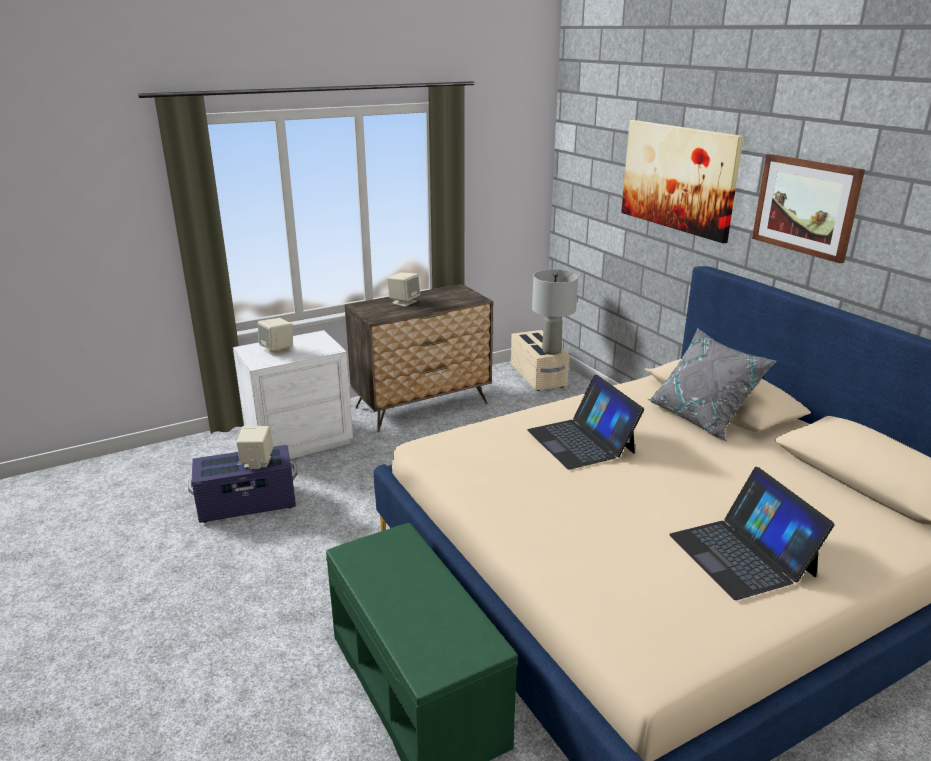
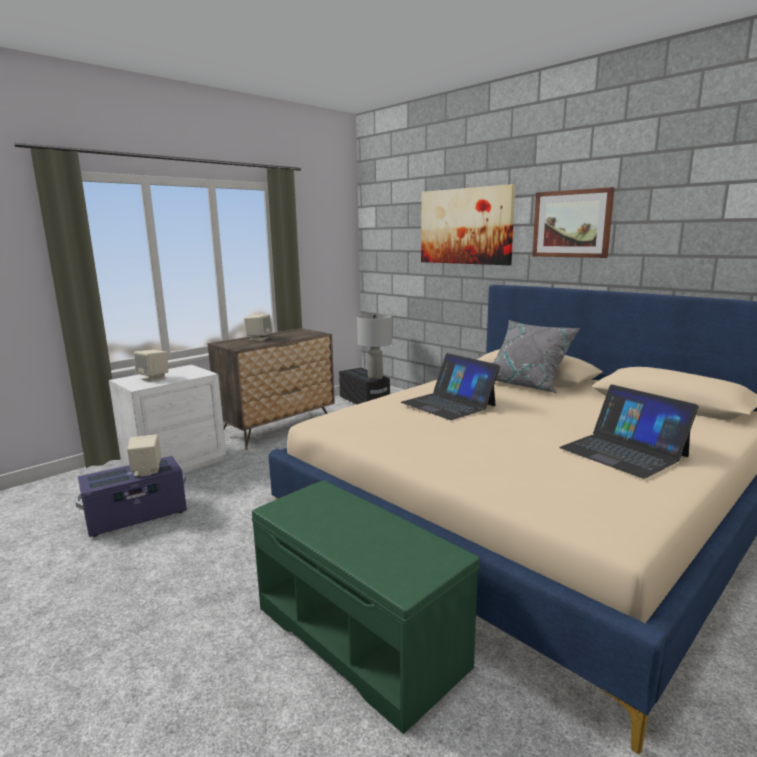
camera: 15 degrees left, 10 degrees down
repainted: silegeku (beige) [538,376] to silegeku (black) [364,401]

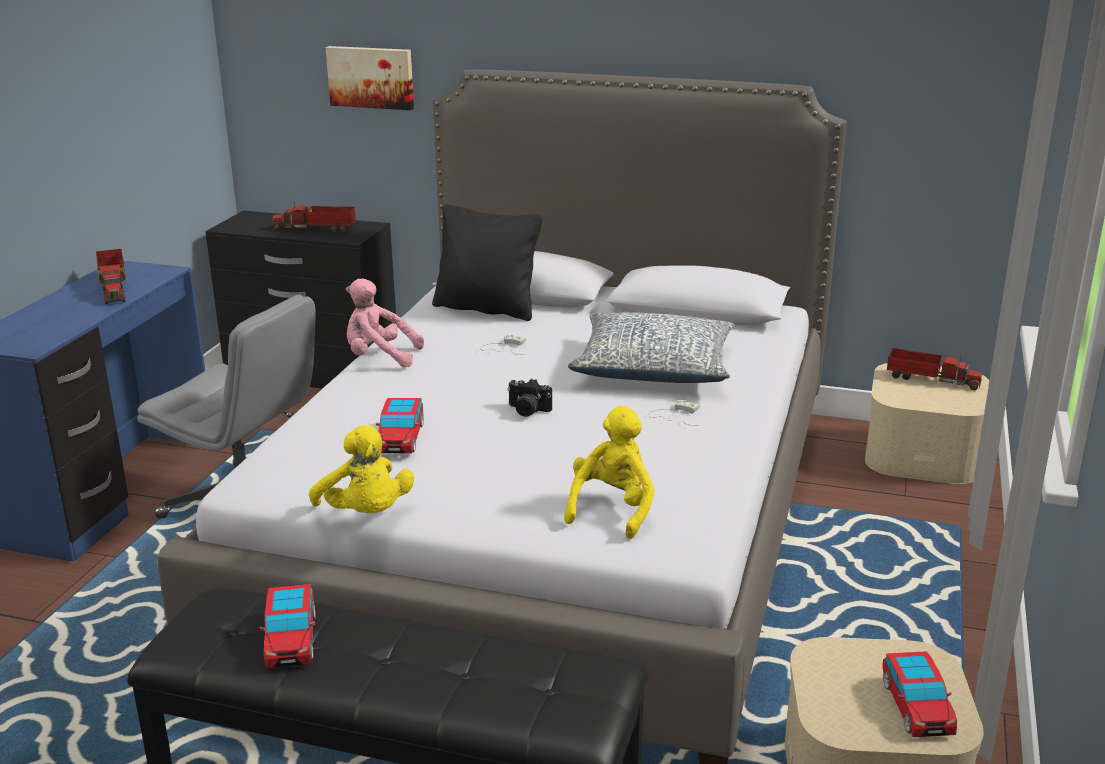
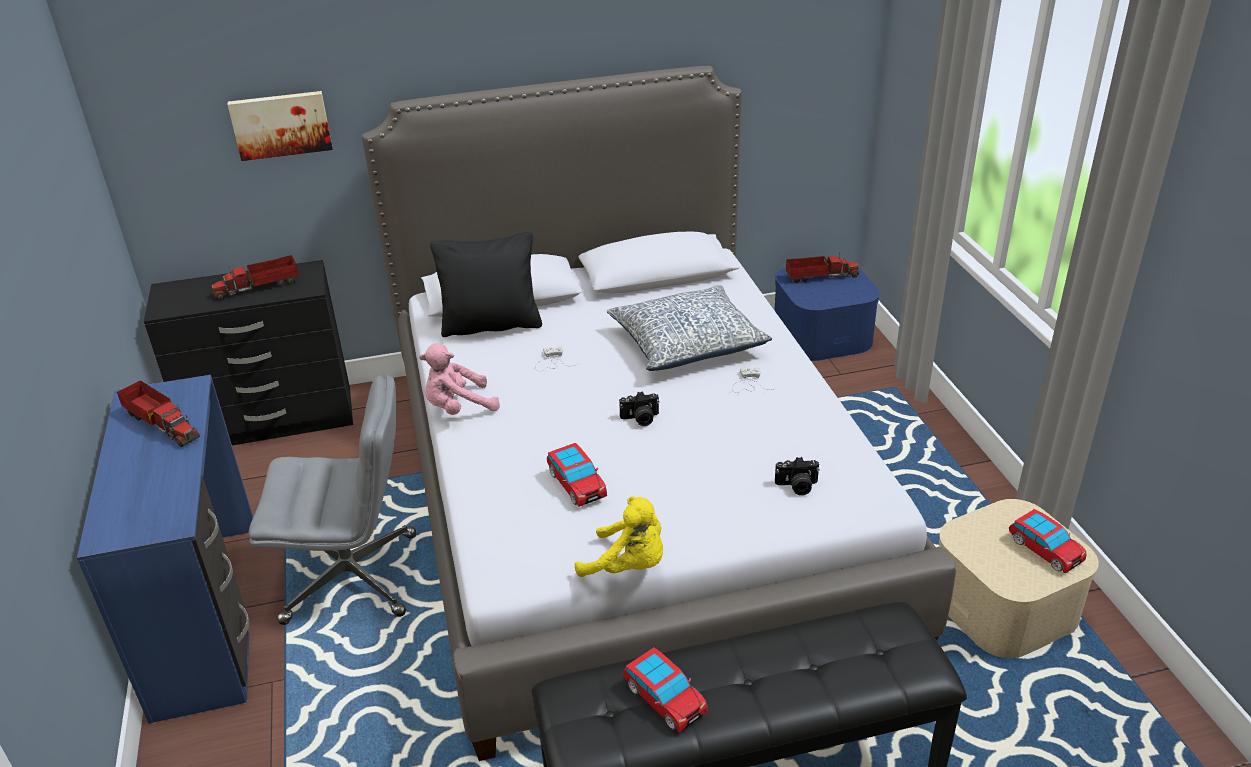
camera: 30 degrees left, 10 degrees up
swapped: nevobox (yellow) [612,509] to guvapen [797,486]
repainted: silegeku (beige) [922,453] to silegeku (blue) [822,334]

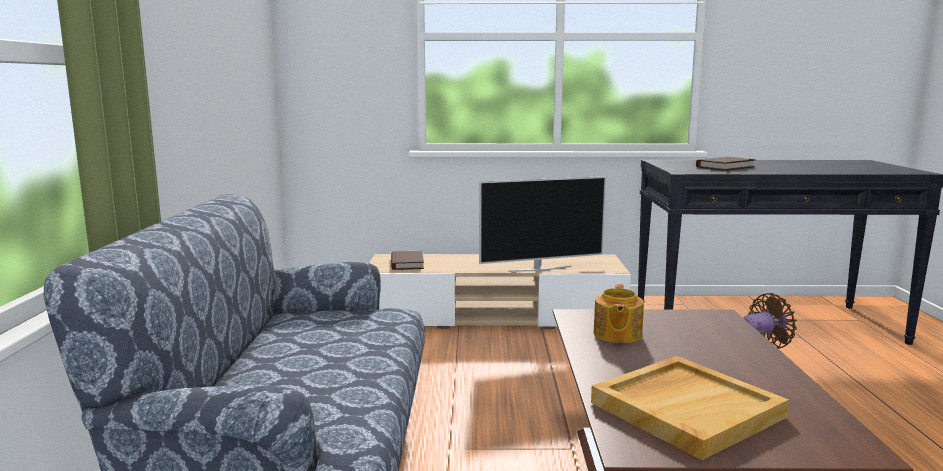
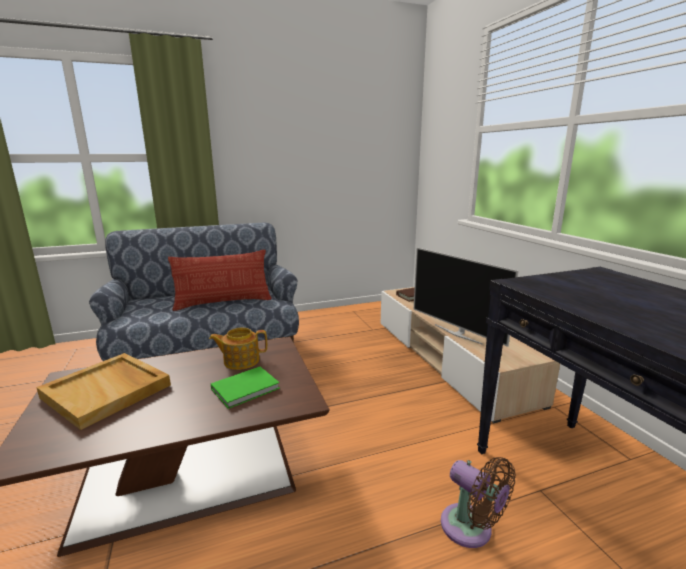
camera: 70 degrees right, 5 degrees up
gone: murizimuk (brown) [725,167]
new: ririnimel [223,302]; murizimuk (green) [247,389]

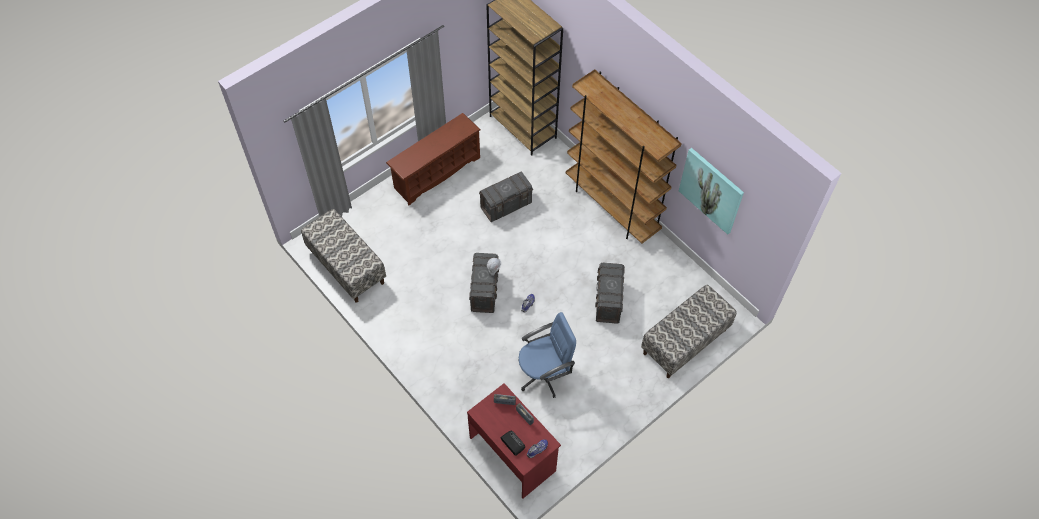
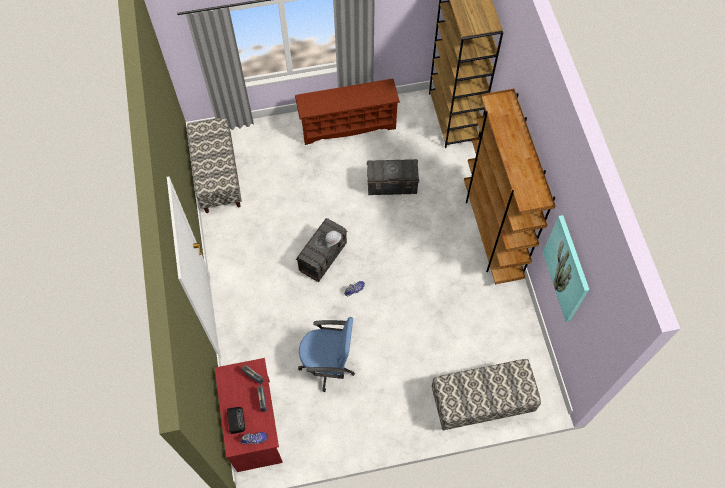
camera: 30 degrees right, 5 degrees up
gone: silegeku (grey) [608,301]

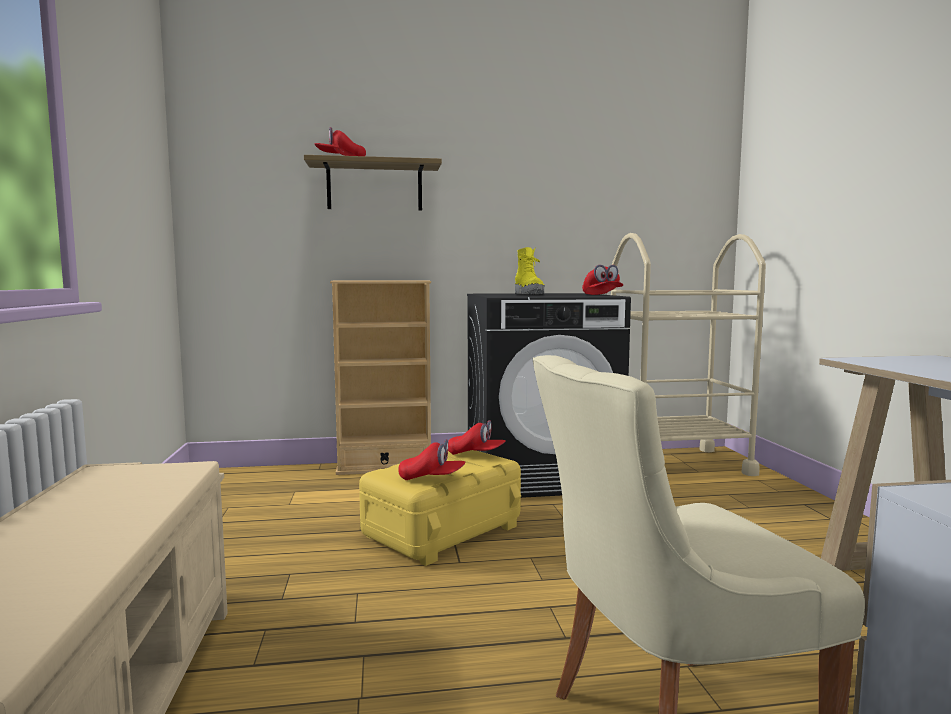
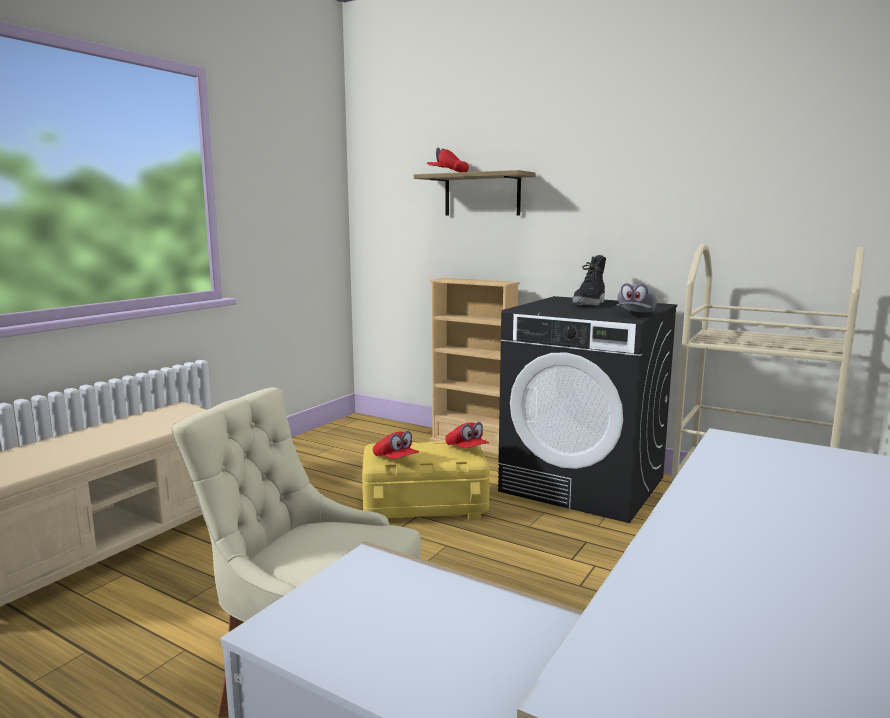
camera: 40 degrees right, 5 degrees up
repainted: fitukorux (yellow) [529,294] to fitukorux (black) [590,304]; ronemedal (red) [602,295] to ronemedal (grey) [635,315]

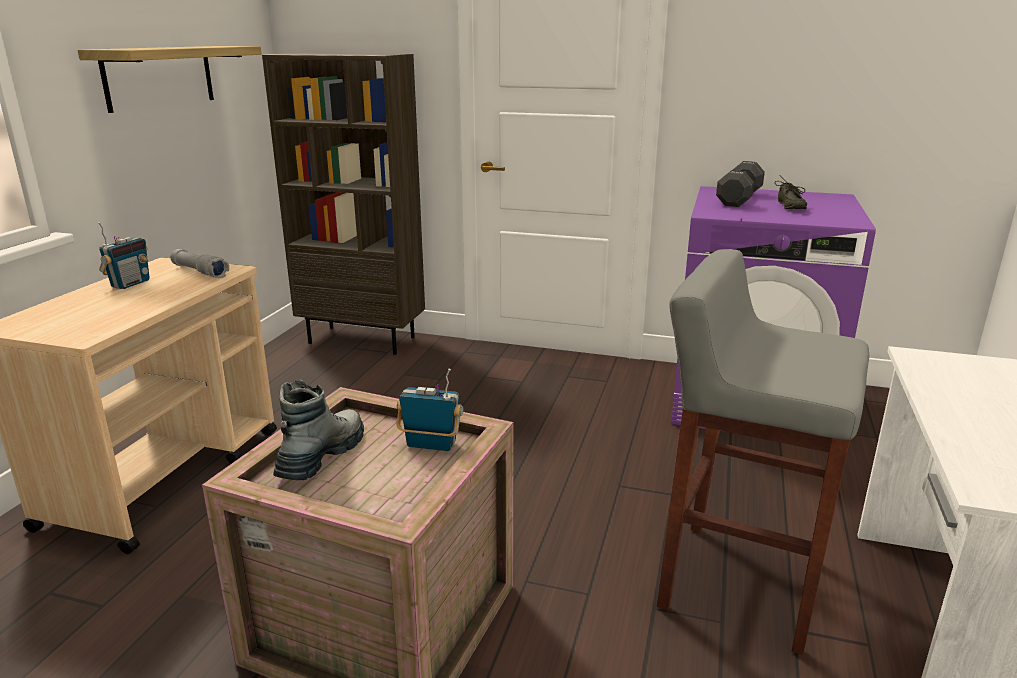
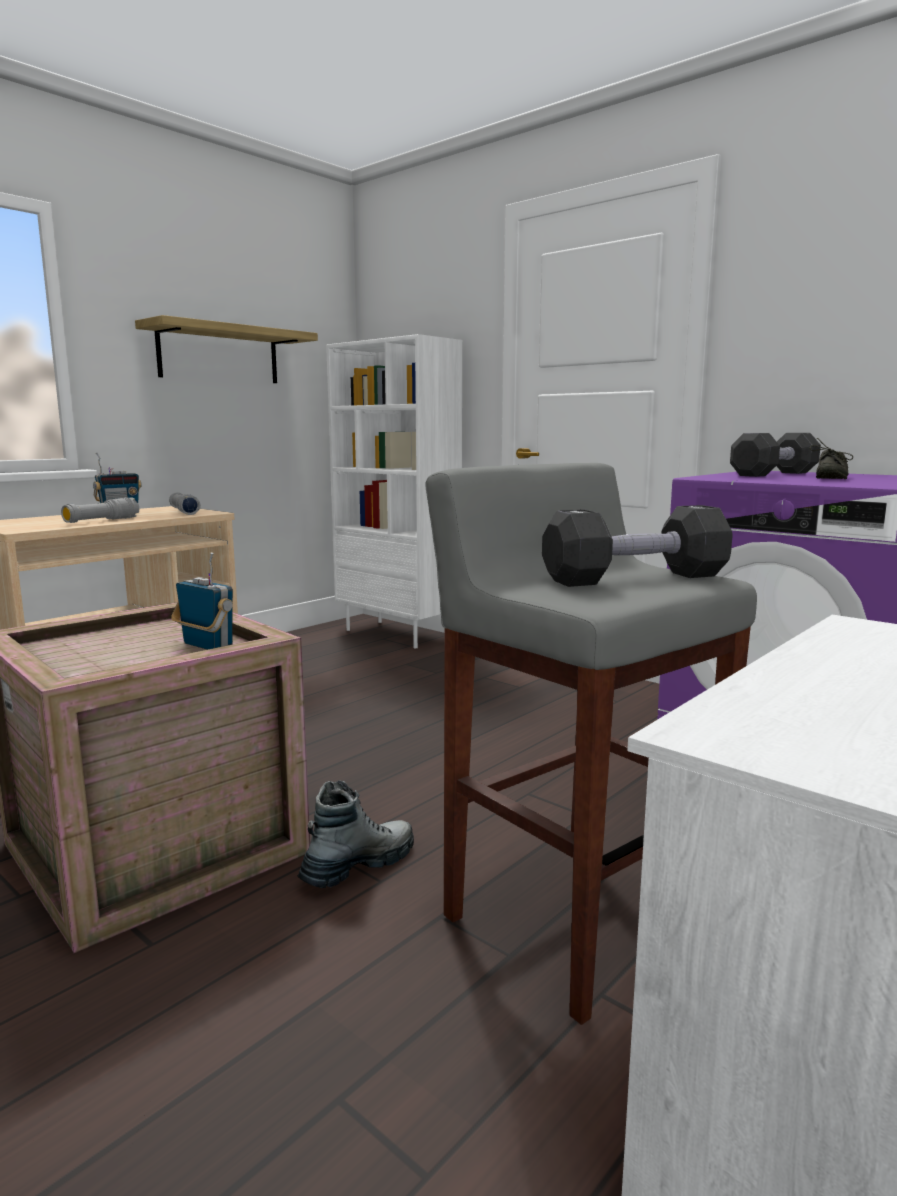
camera: 25 degrees right, 10 degrees down
new: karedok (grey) [102,521]; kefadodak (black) [635,578]
shifted: fitukorux [321,456] to [358,865]
repainted: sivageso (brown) [363,340] to sivageso (white) [398,634]

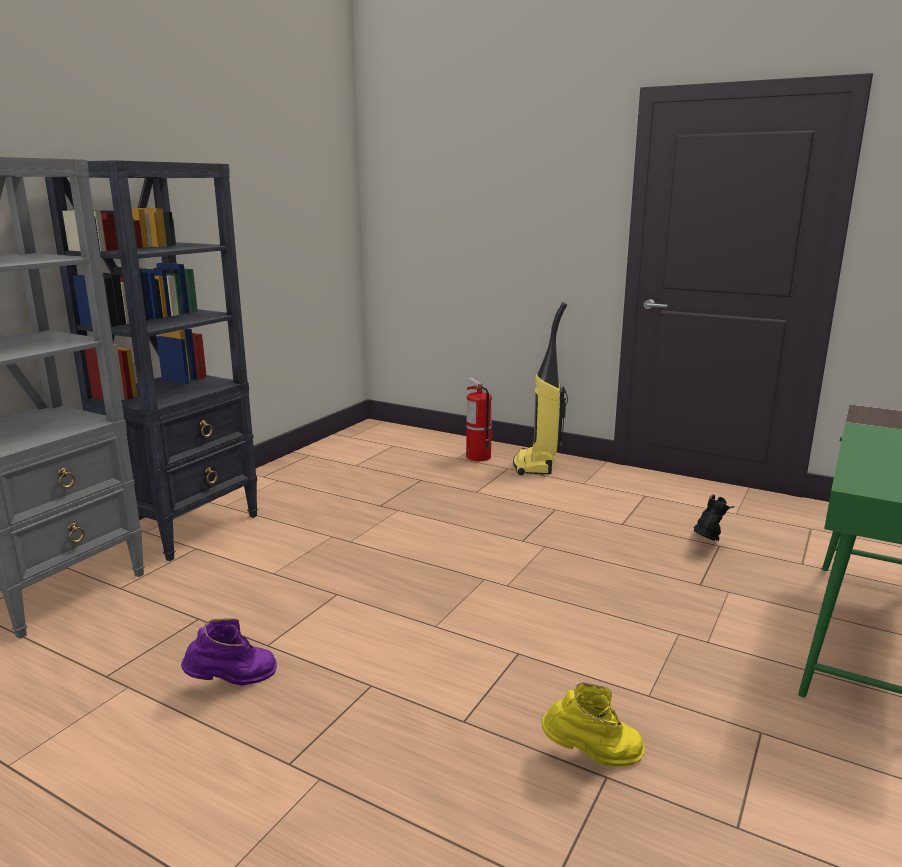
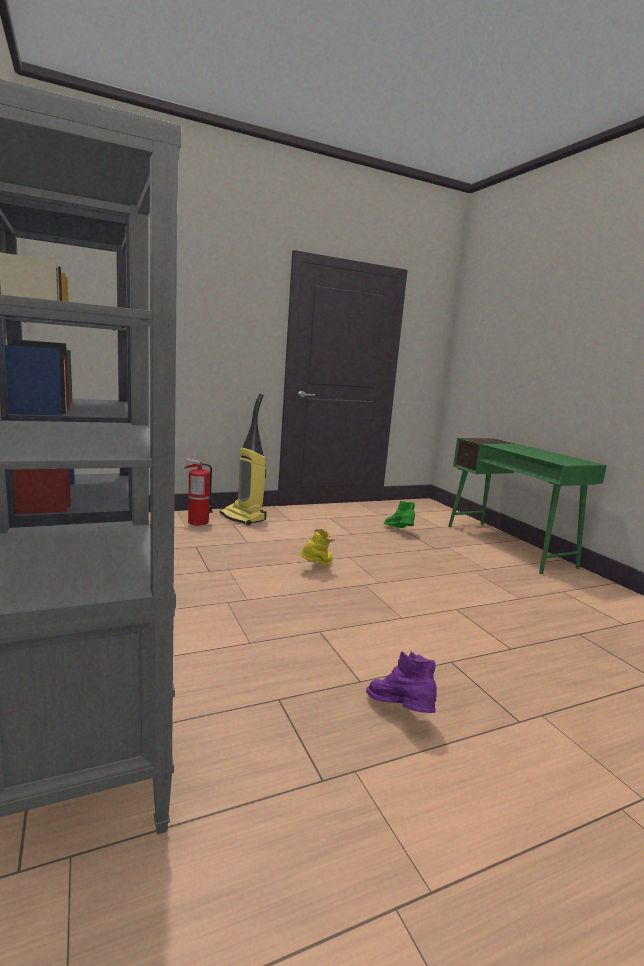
camera: 55 degrees left, 5 degrees down
shifted: fitukorux (yellow) [592,757] to [317,567]
repainted: fitukorux (black) [706,544] to fitukorux (green) [399,531]
rotated: fitukorux (purple) [233,683] = [400,713] 45 degrees counterclockwise

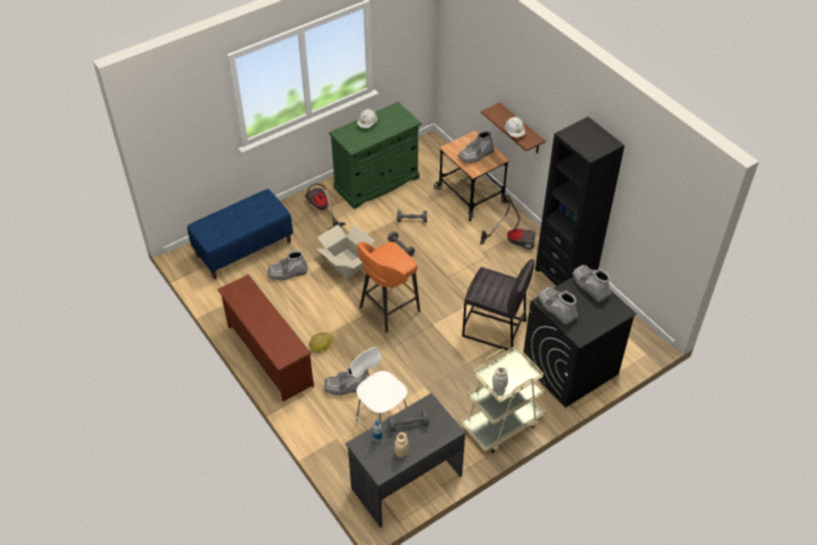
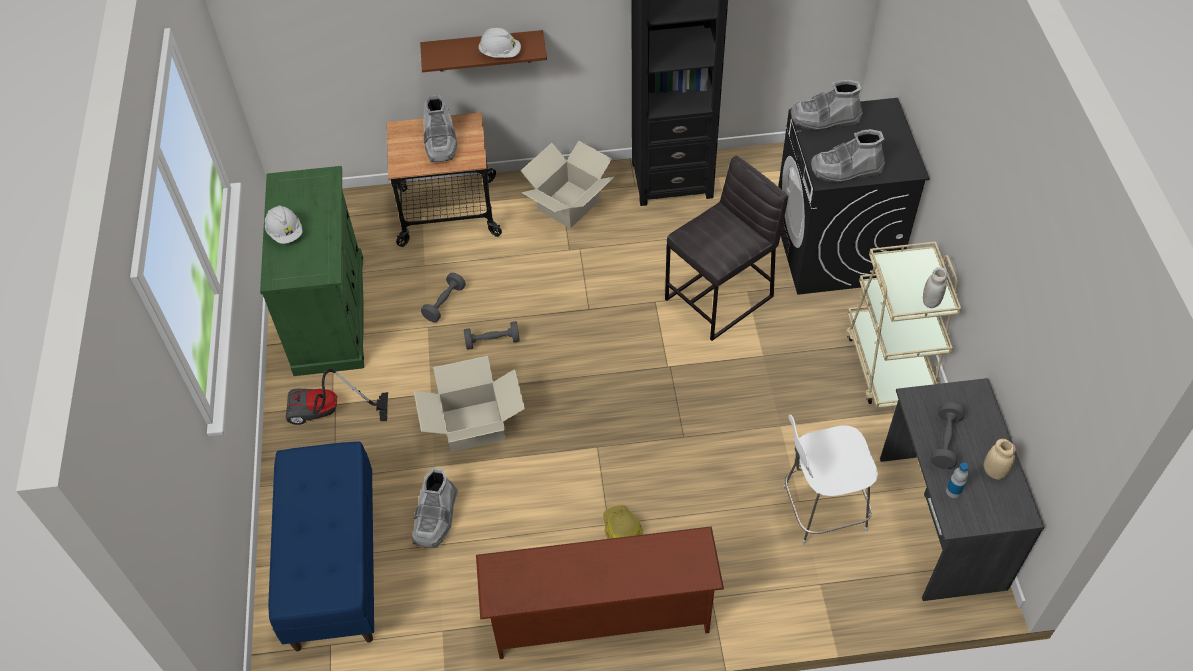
camera: 60 degrees left, 5 degrees up
gone: fitukorux (grey) [345,386]; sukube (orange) [388,310]
swapped: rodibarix [513,240] to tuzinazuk [569,204]

